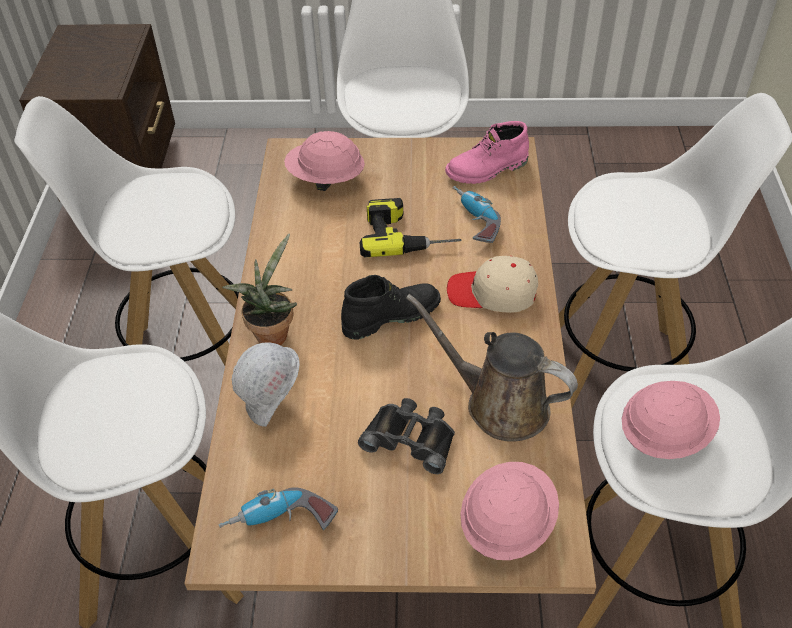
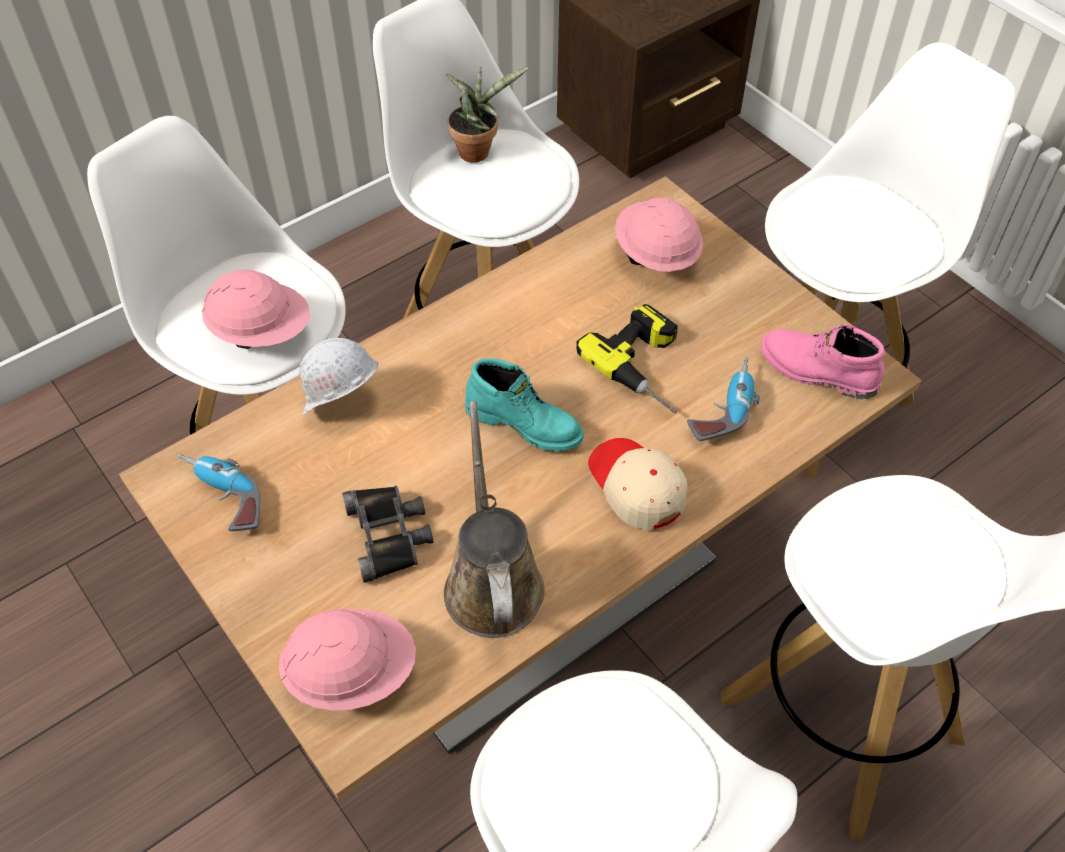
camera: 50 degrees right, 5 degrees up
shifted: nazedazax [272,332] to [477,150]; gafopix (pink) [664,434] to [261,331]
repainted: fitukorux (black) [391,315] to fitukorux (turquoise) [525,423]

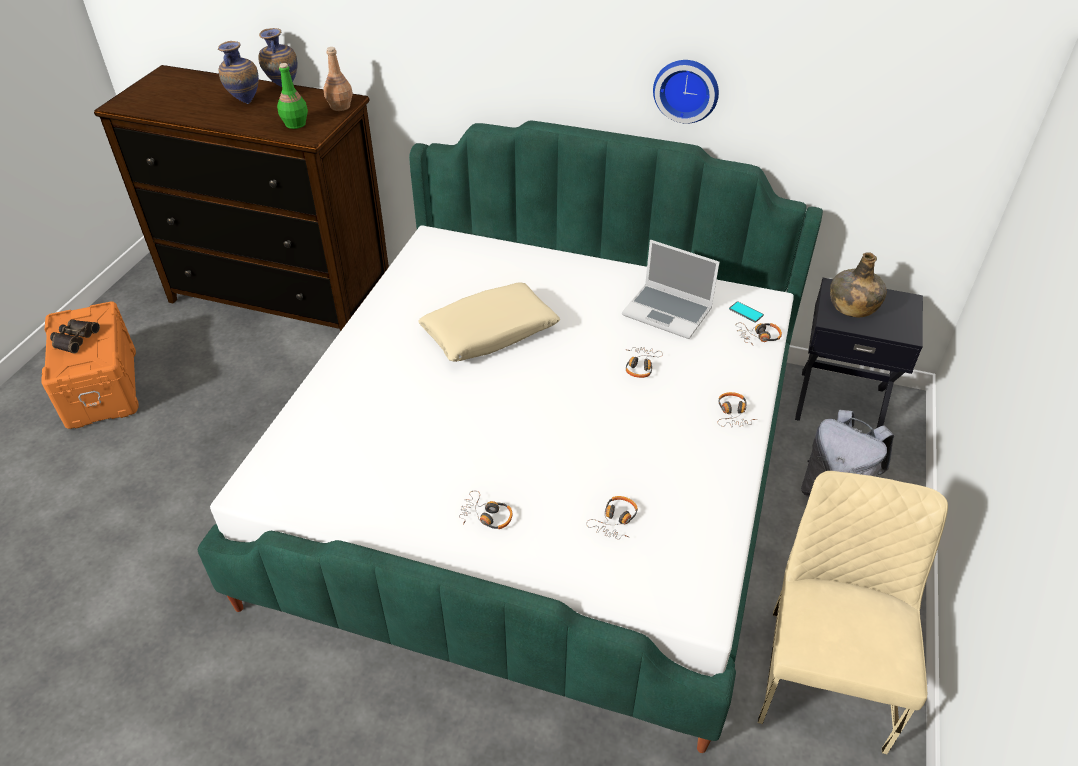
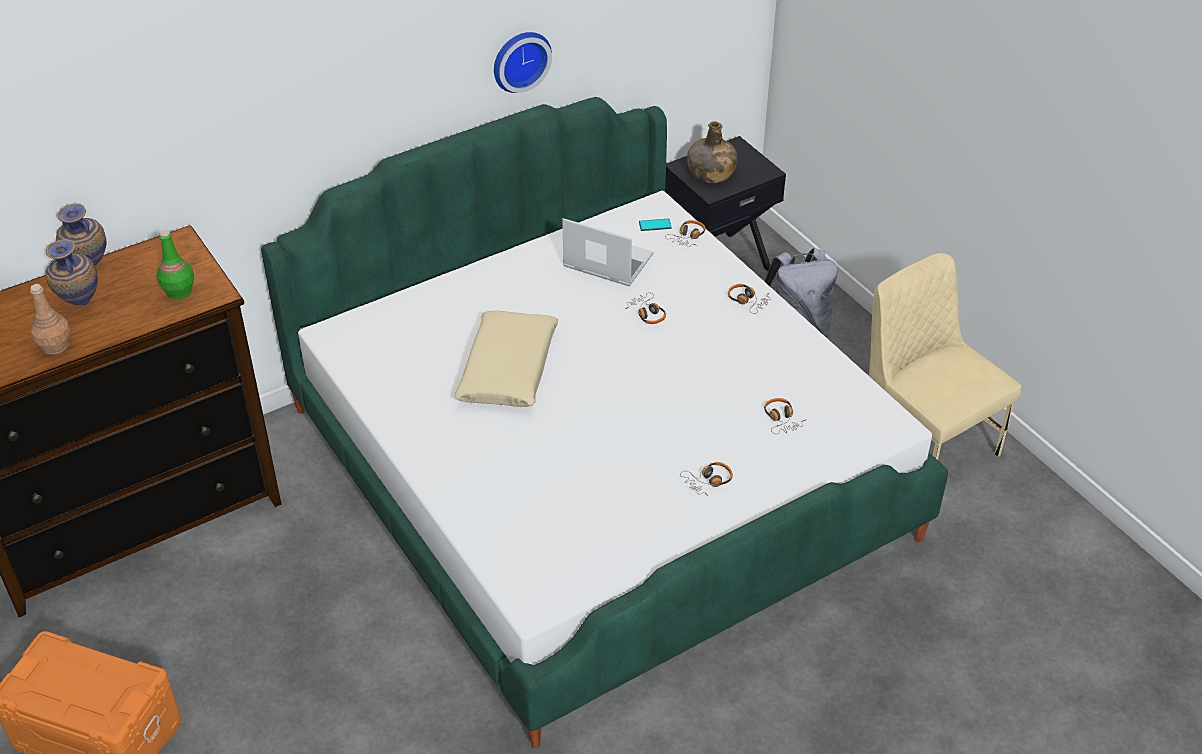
camera: 50 degrees left, 0 degrees up
gone: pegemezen [74,339]
shifted: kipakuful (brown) [340,107] to [56,346]
rotated: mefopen [668,312] = [606,262] 135 degrees counterclockwise

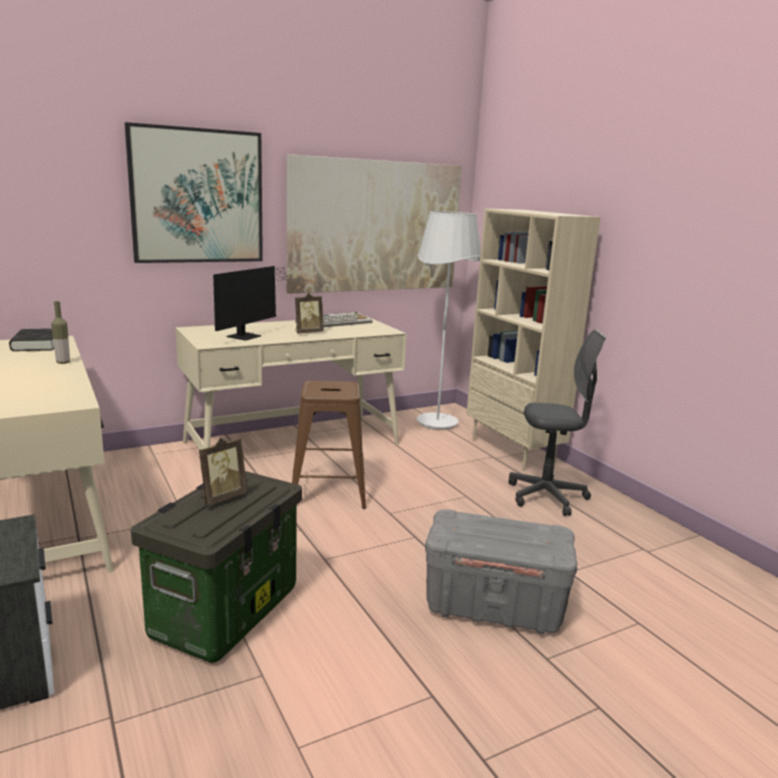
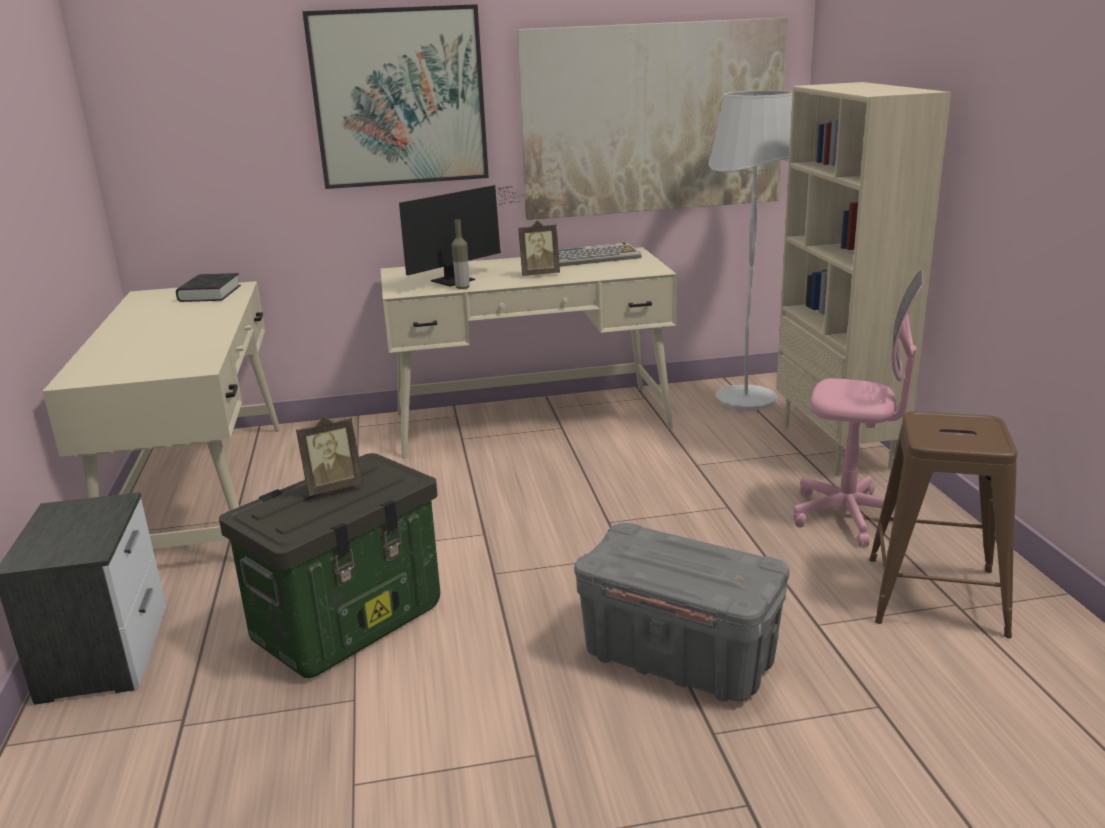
camera: 20 degrees right, 5 degrees up
shifted: kipakuful [63,362] to [462,288]; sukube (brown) [329,491] to [936,595]
repainted: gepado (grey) [546,496] to gepado (pink) [849,516]

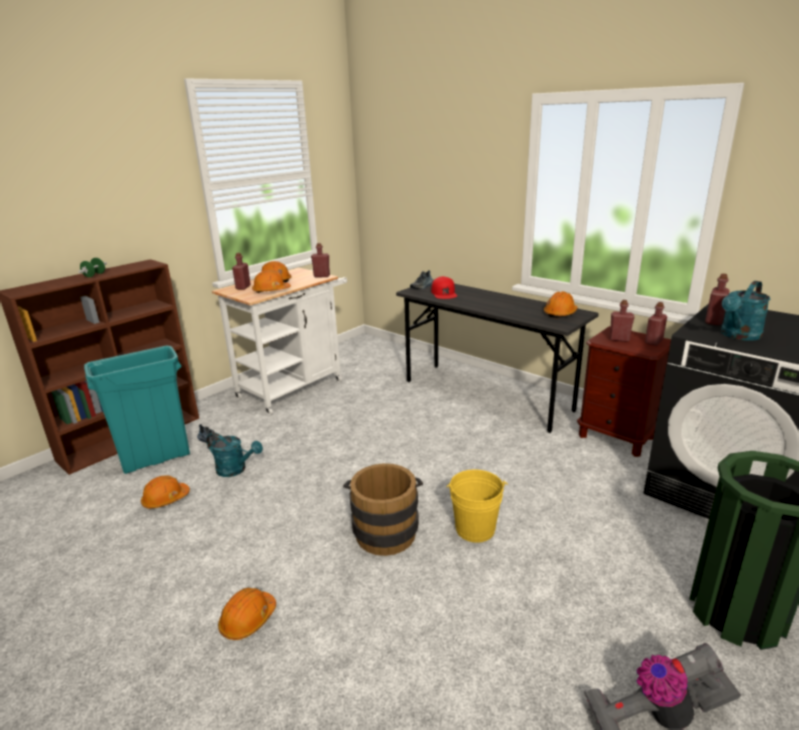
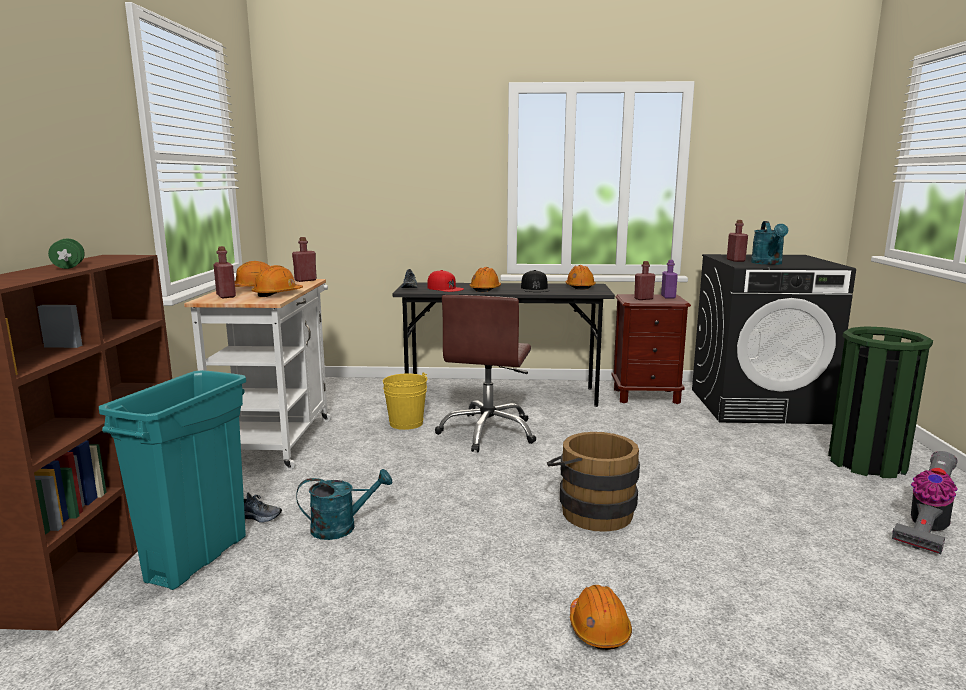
camera: 40 degrees left, 10 degrees down
new: gepado (brown) [488,432]; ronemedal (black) [535,288]
shifted: gafopix (orange) [165,499] to [485,289]; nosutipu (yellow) [475,529] to [406,423]
repainted: kipakuful (red) [653,342] to kipakuful (purple) [668,297]

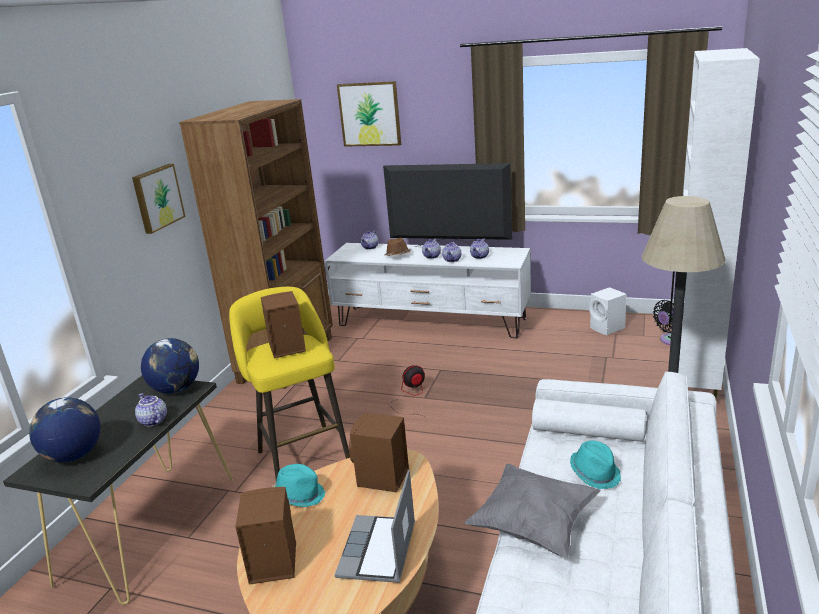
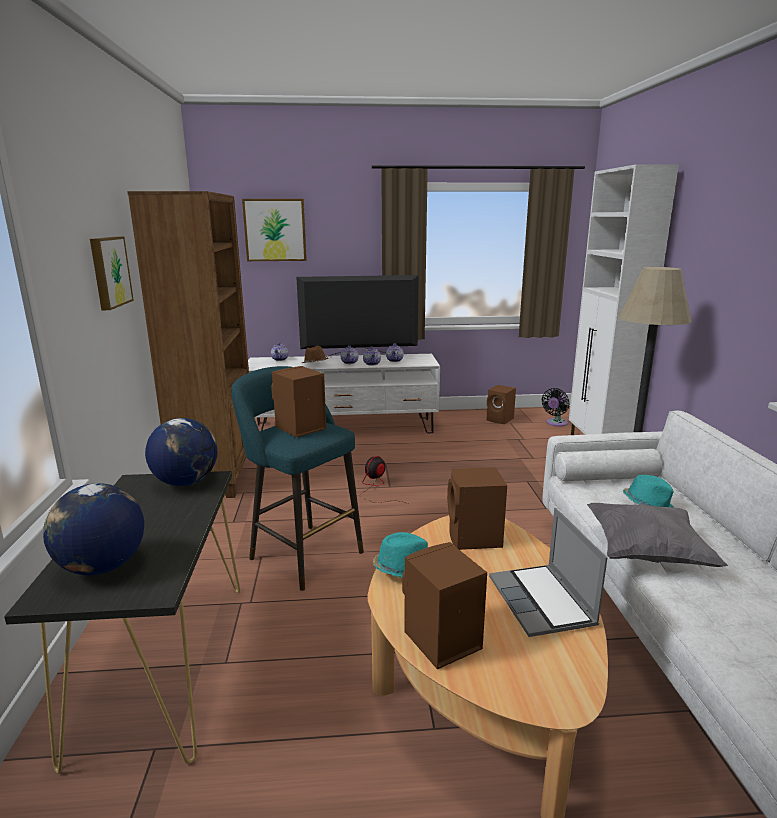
camera: 25 degrees left, 5 degrees down
gone: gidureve [152,421]
repainted: sukube (yellow) [302,454] to sukube (turquoise) [302,553]; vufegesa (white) [607,328] to vufegesa (brown) [500,420]

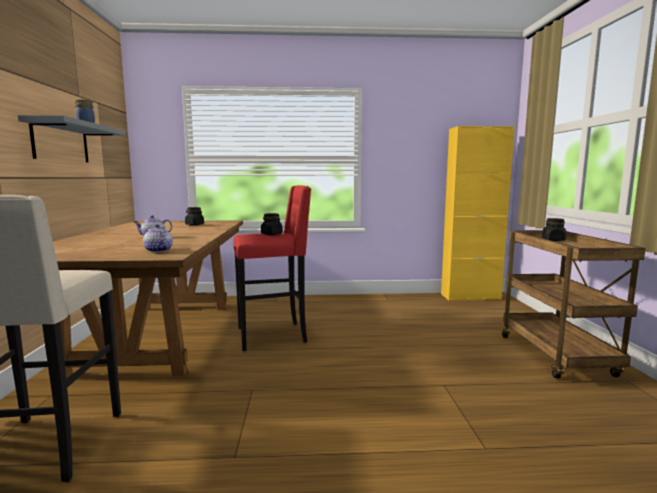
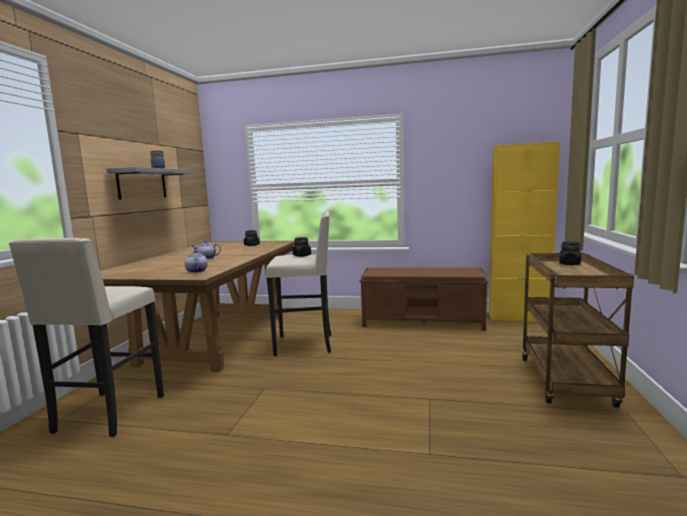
camera: 15 degrees right, 0 degrees up
new: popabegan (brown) [423,322]
repainted: sukube (red) [273,335] to sukube (beige) [305,344]

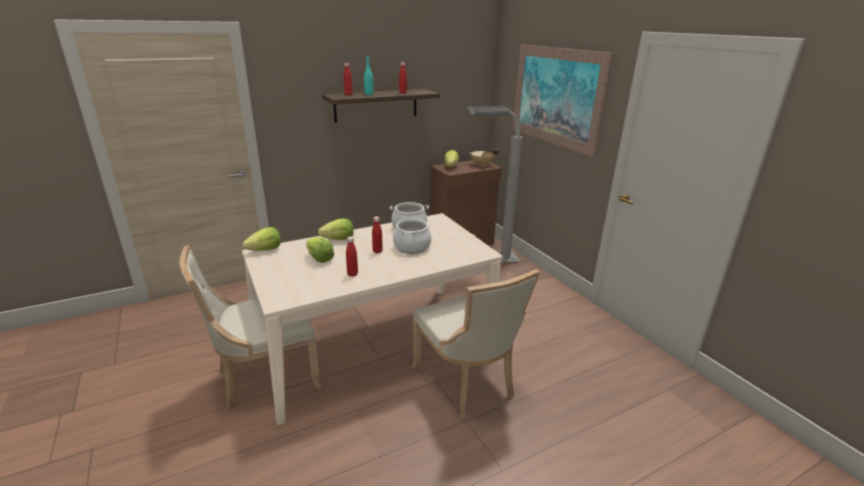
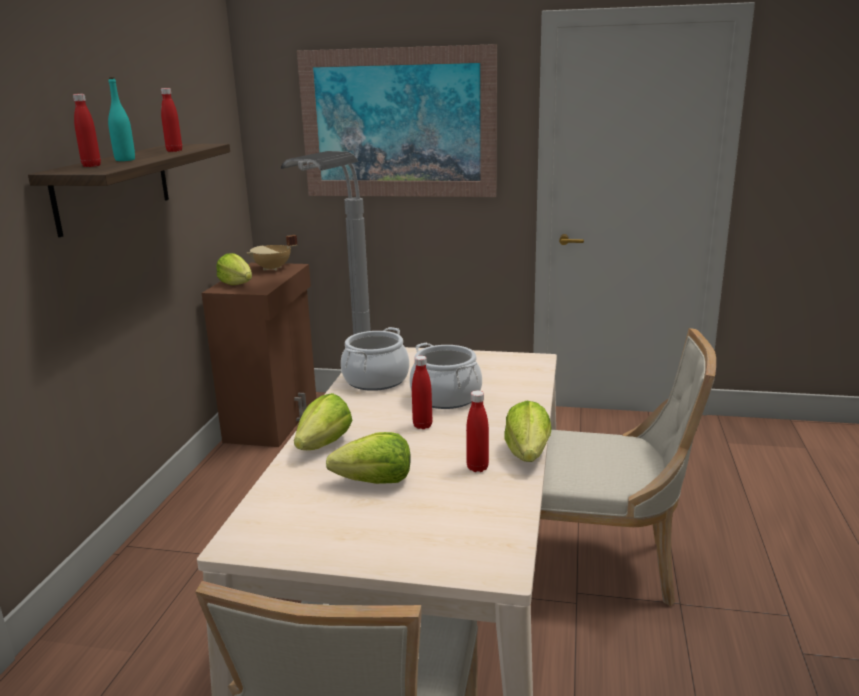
camera: 50 degrees left, 5 degrees down
shifted: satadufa [265,250] to [527,454]

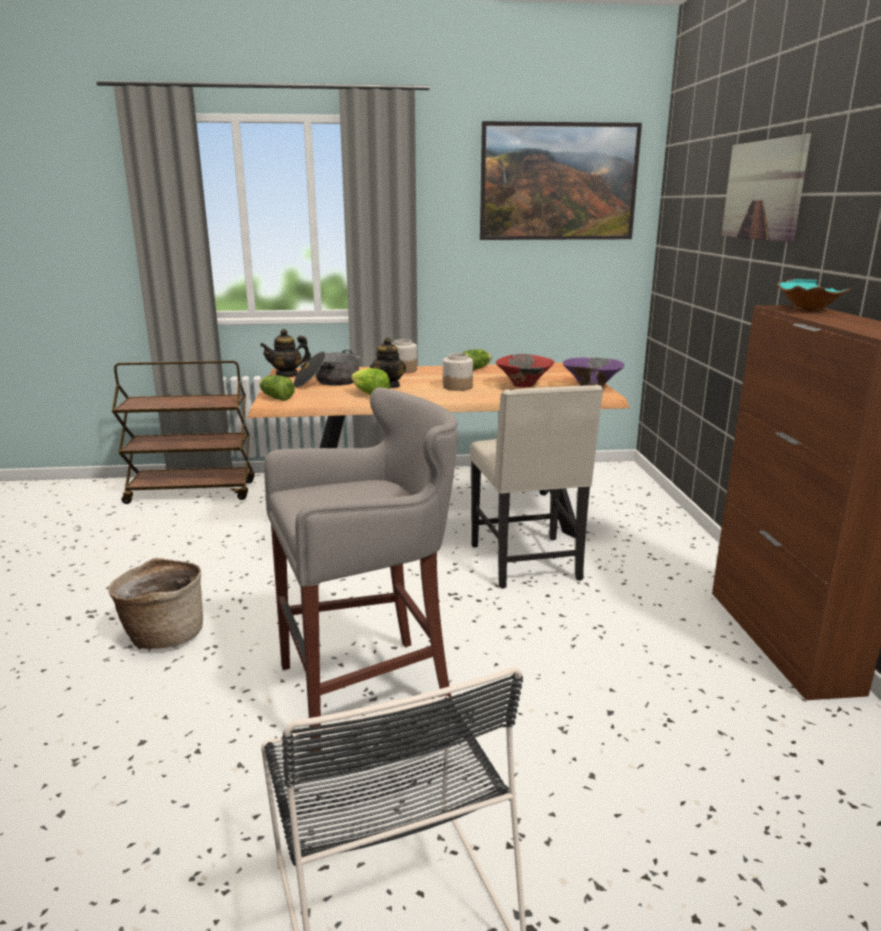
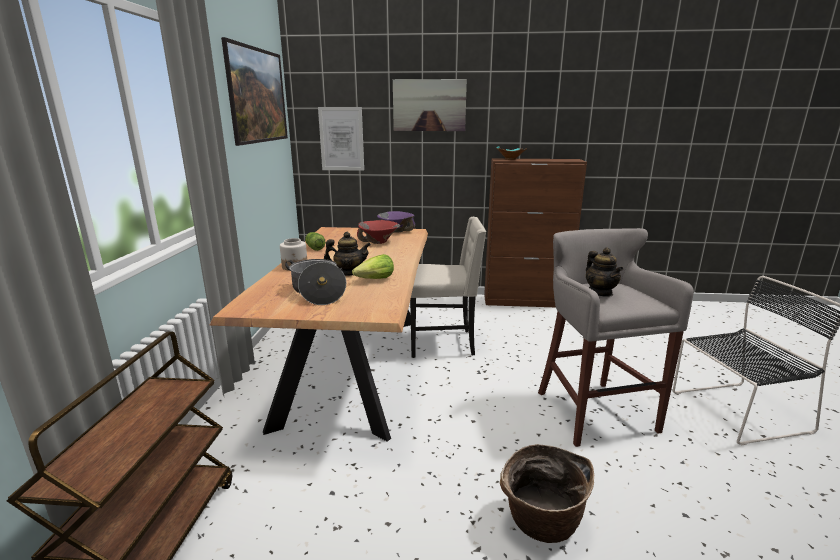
camera: 80 degrees left, 0 degrees up
gone: satadufa [275,397]; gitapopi [458,387]
new: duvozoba [341,139]
shifted: gidureve [287,374] to [600,292]

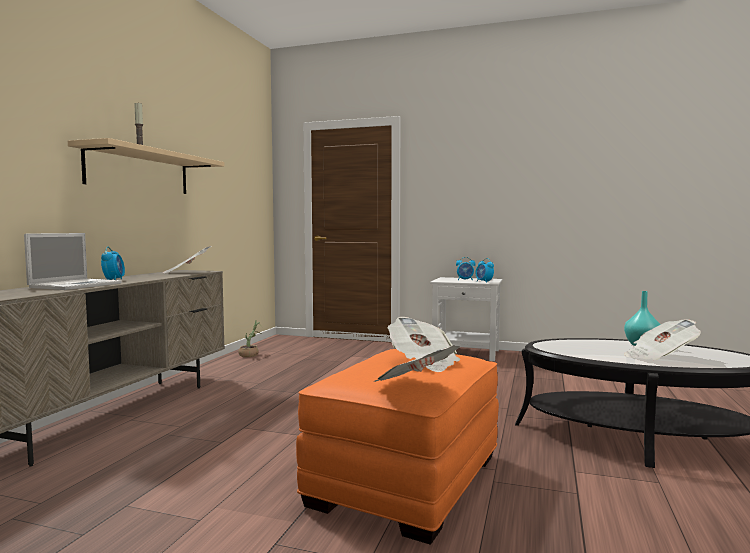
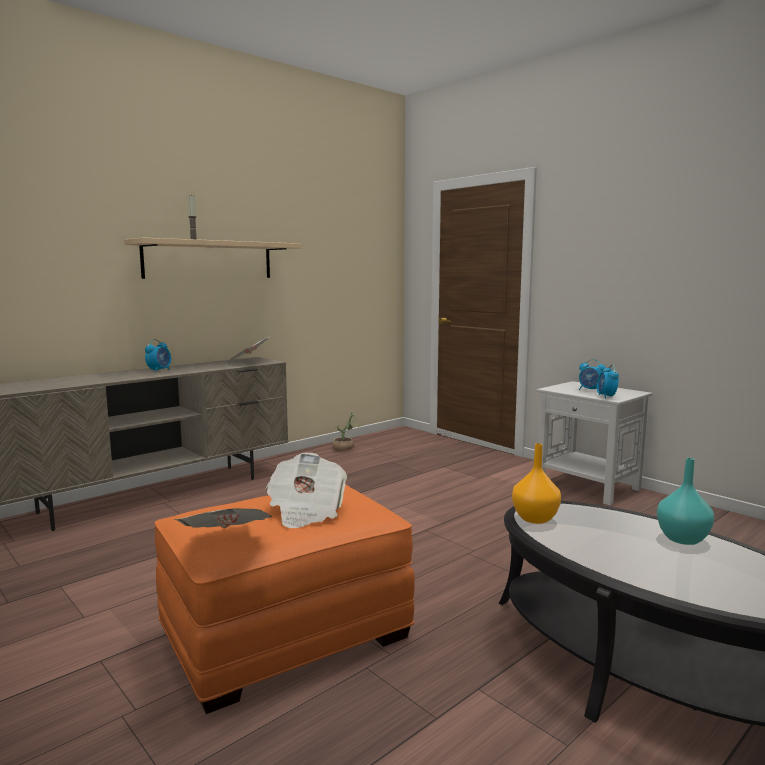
camera: 30 degrees right, 5 degrees up
gone: mefopen [77,285]; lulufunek [659,357]
new: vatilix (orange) [536,519]

